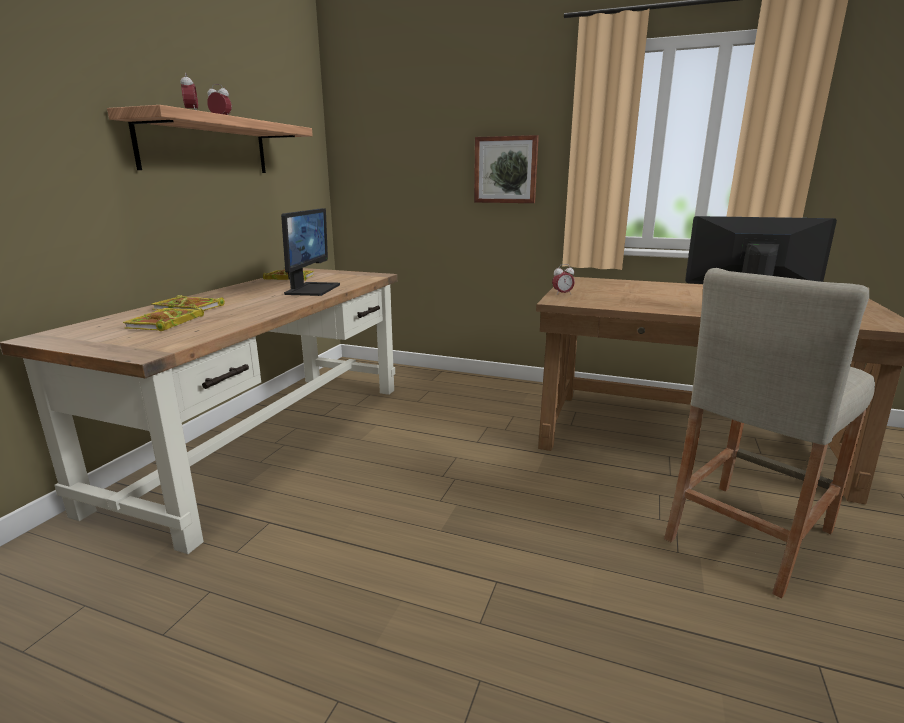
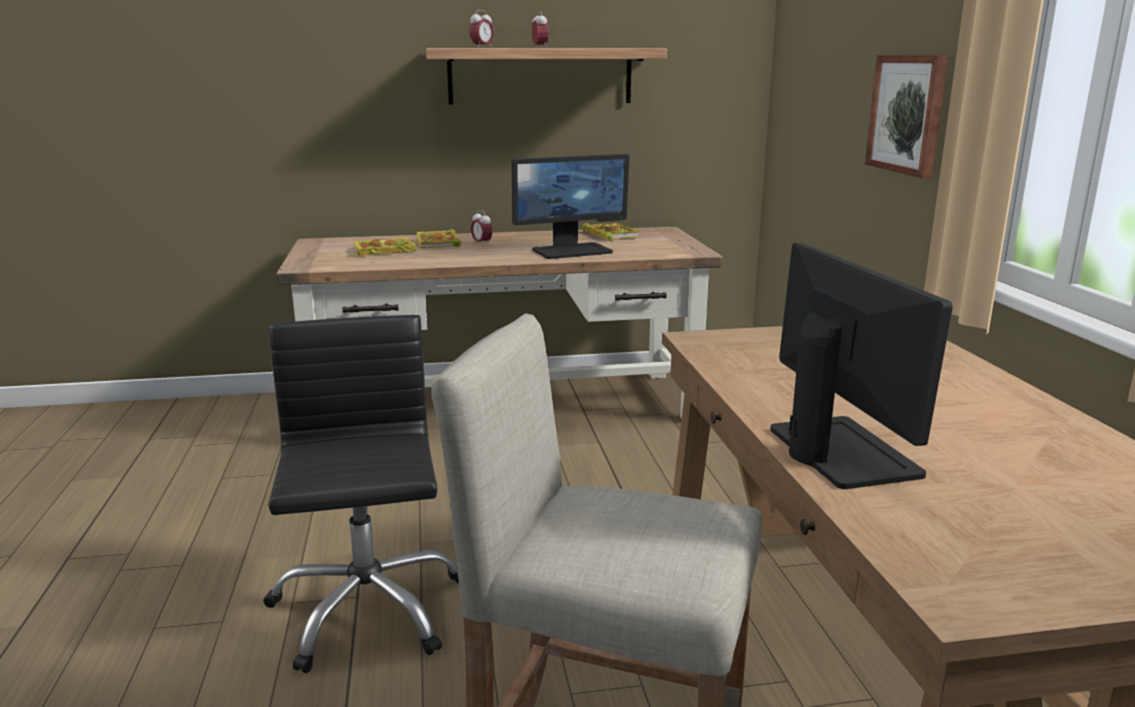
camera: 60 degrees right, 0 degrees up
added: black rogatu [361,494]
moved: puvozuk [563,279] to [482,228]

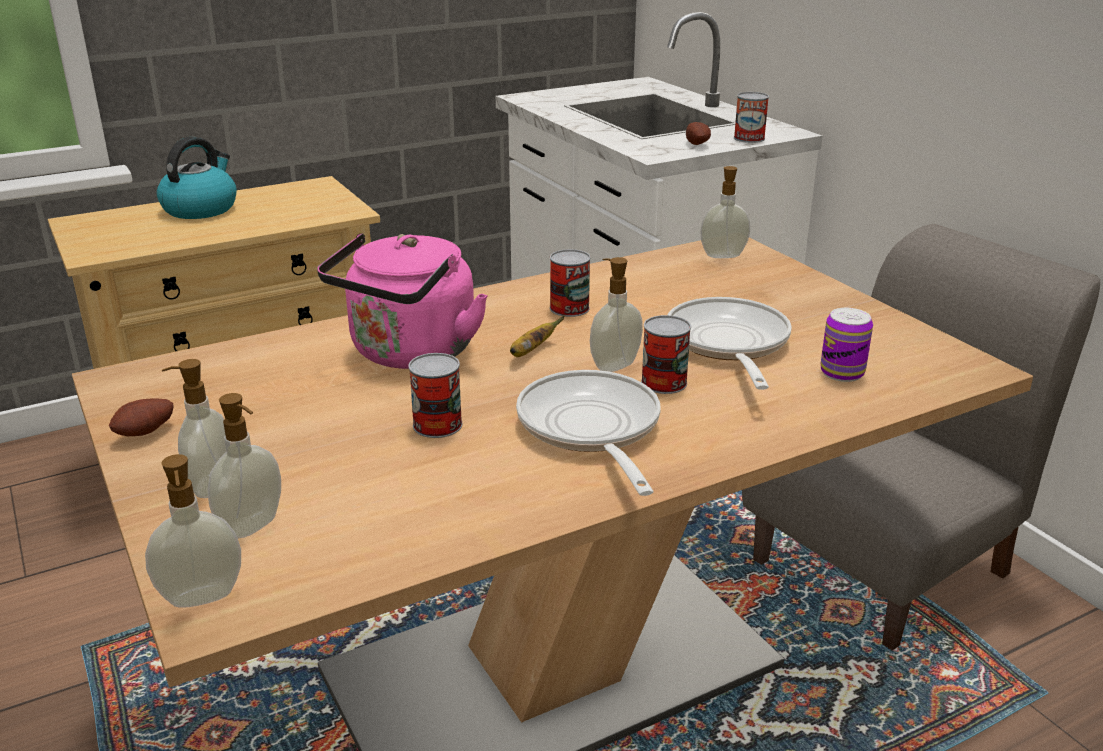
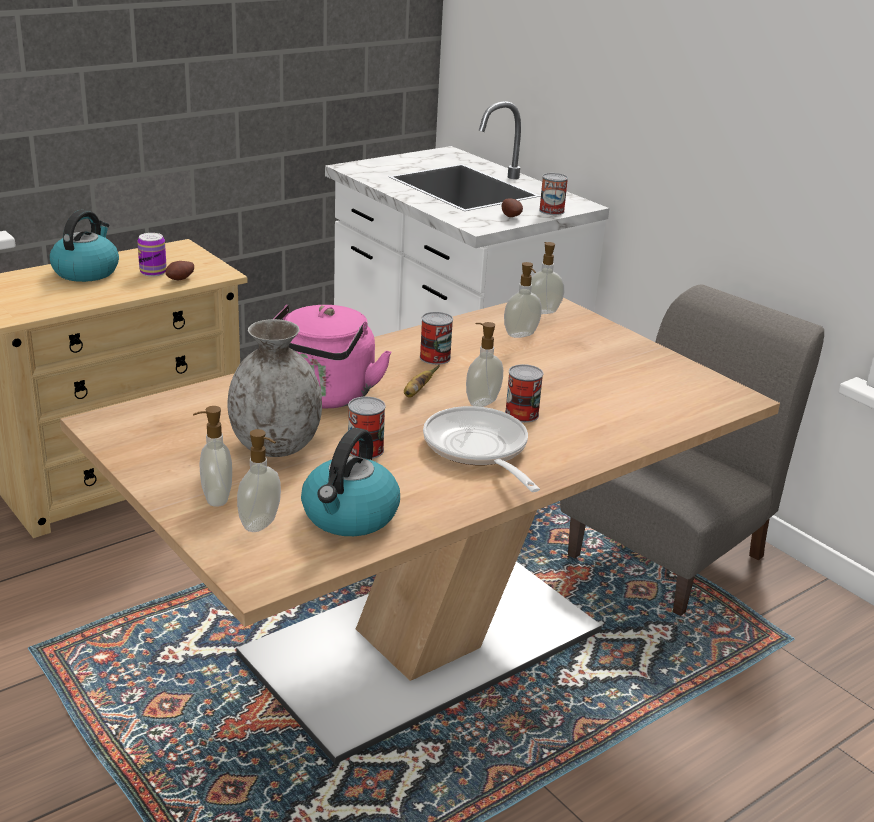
camera: 10 degrees left, 0 degrees up
removed: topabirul [730,343]
added: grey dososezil [274,388]; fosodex [350,482]
moved: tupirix [847,345] to [152,255]; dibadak [141,417] to [179,270]; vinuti [193,531] to [523,300]

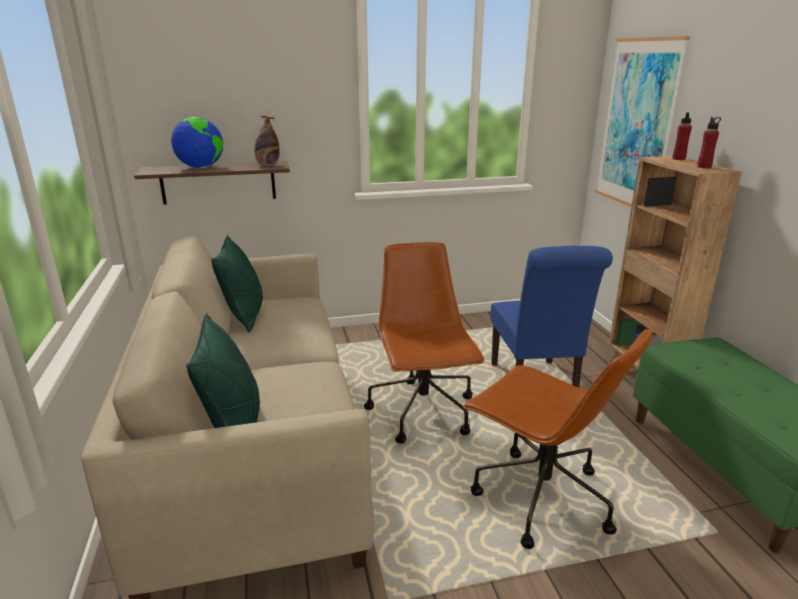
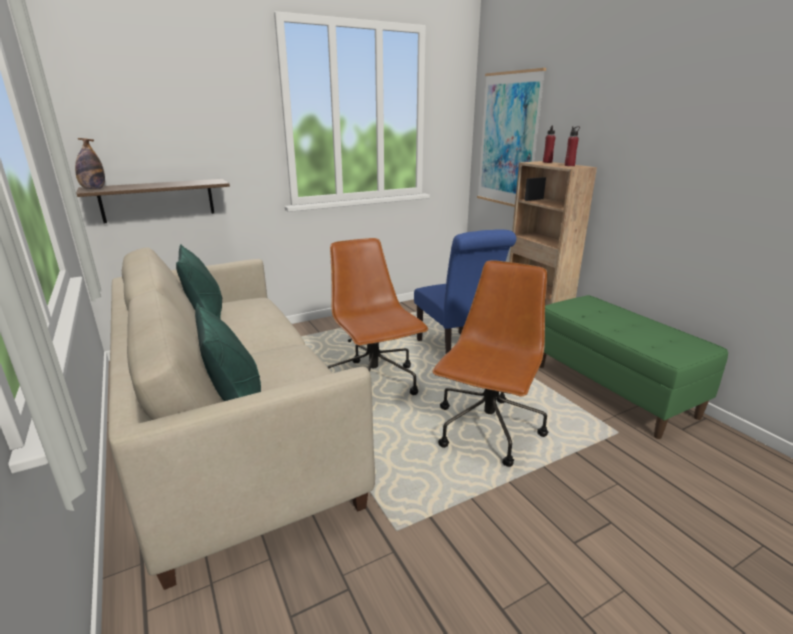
camera: 15 degrees left, 0 degrees up
removed: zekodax [197,142]
moved: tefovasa [267,140] to [90,164]
turned: brown rogatu [557,438] = [490,363] 90 degrees counterclockwise

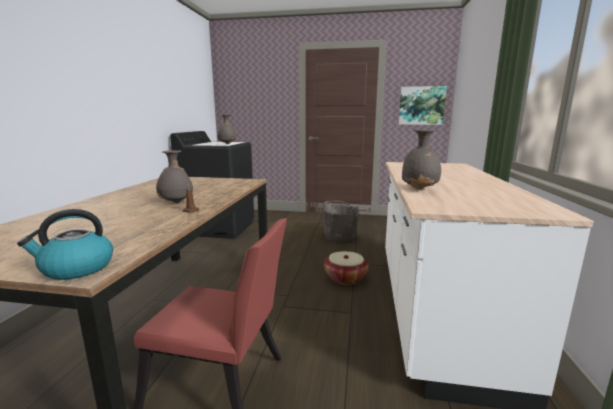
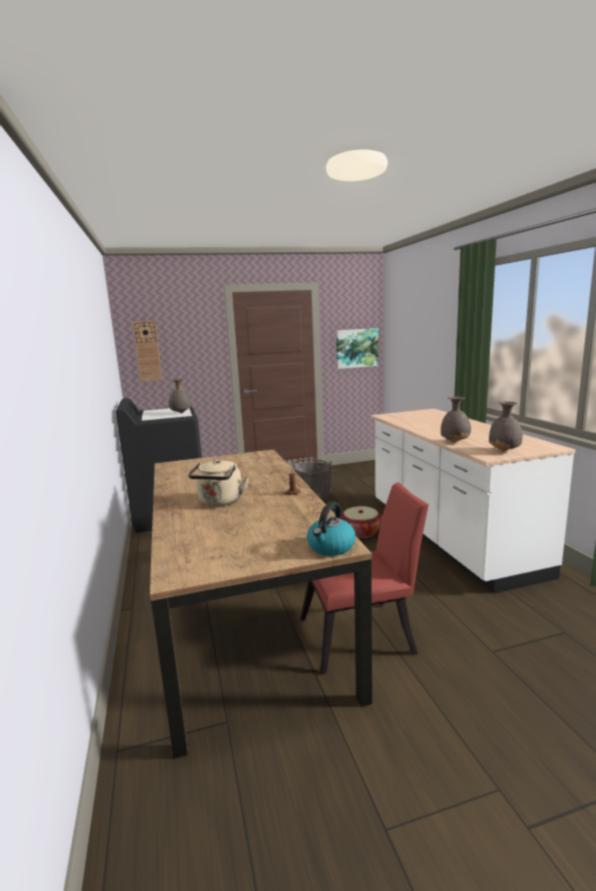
camera: 25 degrees left, 0 degrees up
added: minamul [147,351]; beige fosodex [218,482]
moved: grey dososezil [174,176] to [506,426]

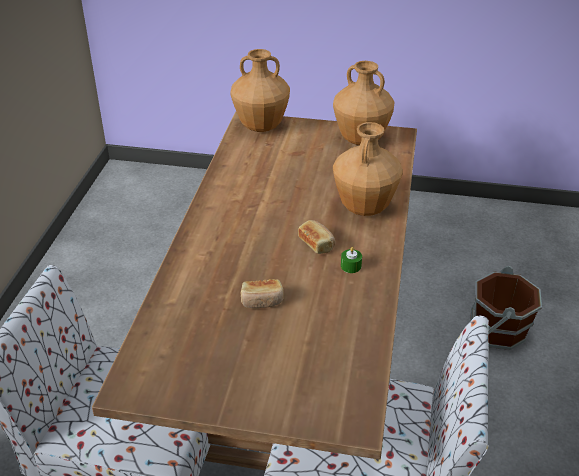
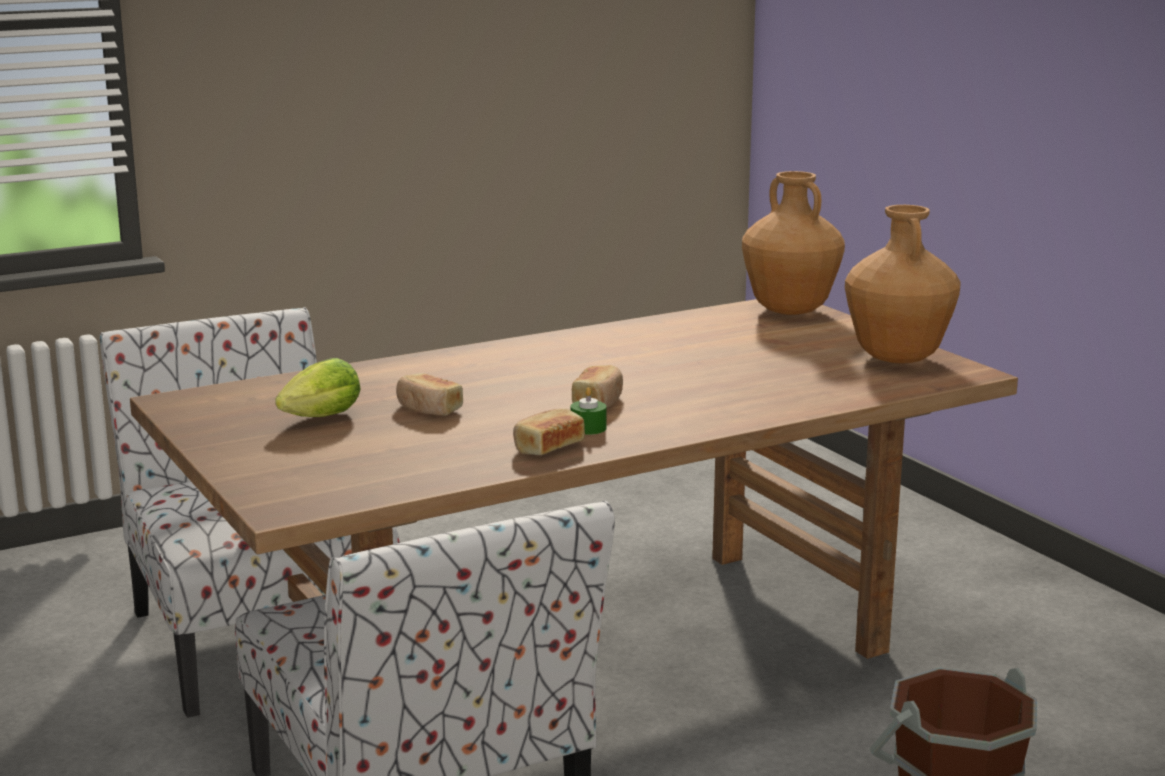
camera: 50 degrees right, 20 degrees down
removed: brown dososezil [368,169]
added: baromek [318,387]; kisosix [549,431]

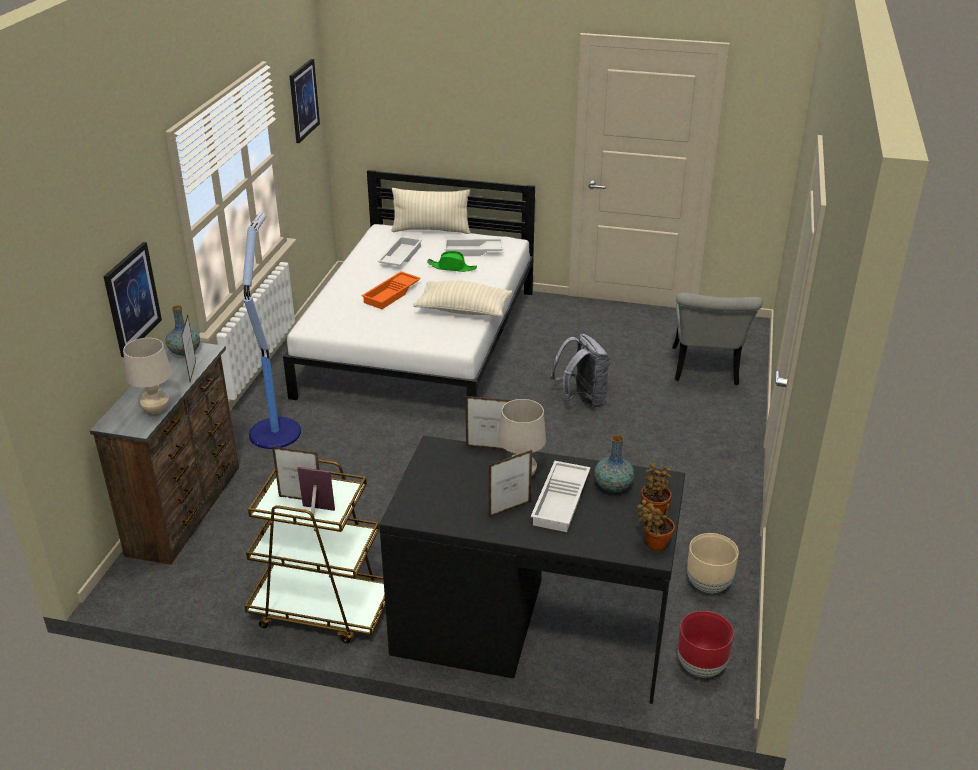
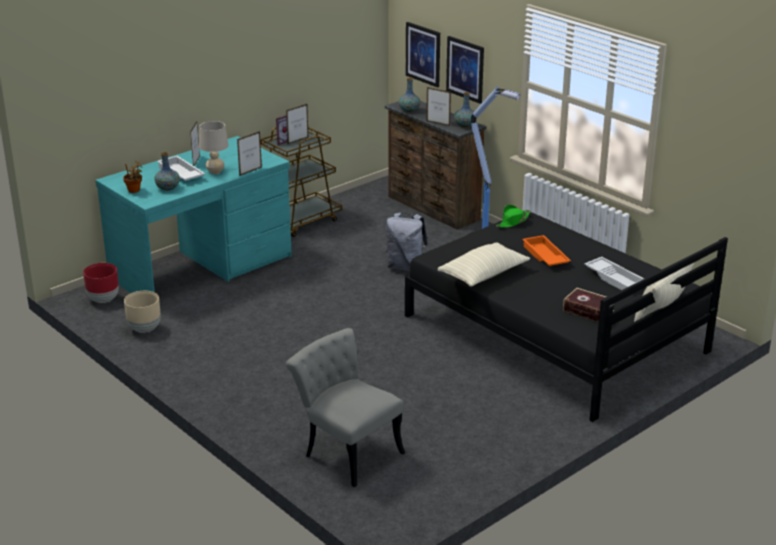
camera: 125 degrees right, 5 degrees down
removed: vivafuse [655,525]
moved: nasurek [305,101] to [423,54]; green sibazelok [452,261] to [513,216]; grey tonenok [580,371] to [407,242]
replaced: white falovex [473,247] to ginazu [588,305]; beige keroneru [147,376] to dososezil [409,95]
recoloured: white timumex [409,285] to black timumex [566,317]; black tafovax [532,569] to turquoise tafovax [193,214]

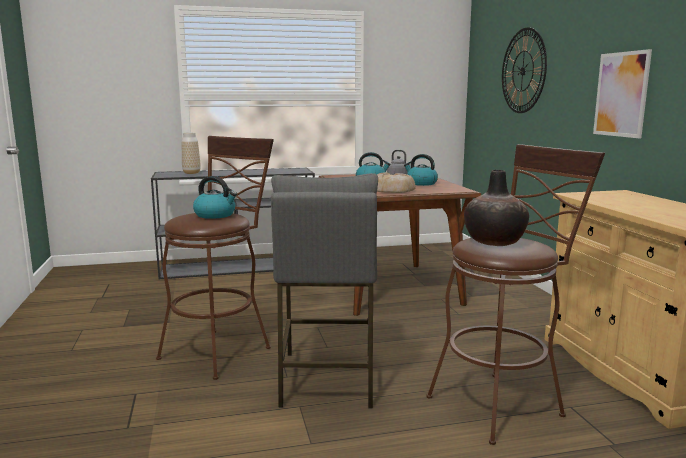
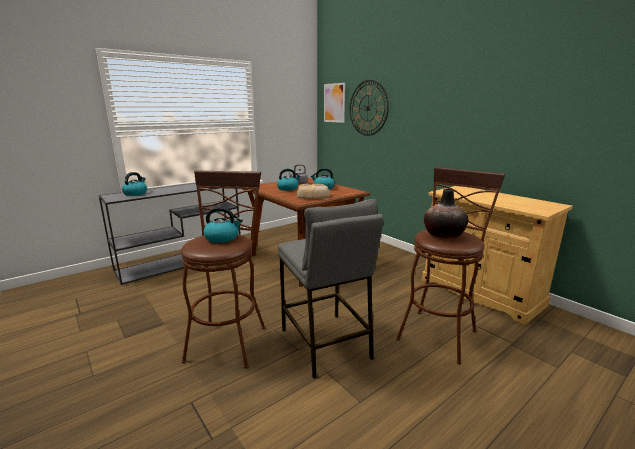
camera: 25 degrees left, 5 degrees up
moved: nasurek [622,93] to [334,103]
replaced: dososezil [191,153] to fosodex [134,184]

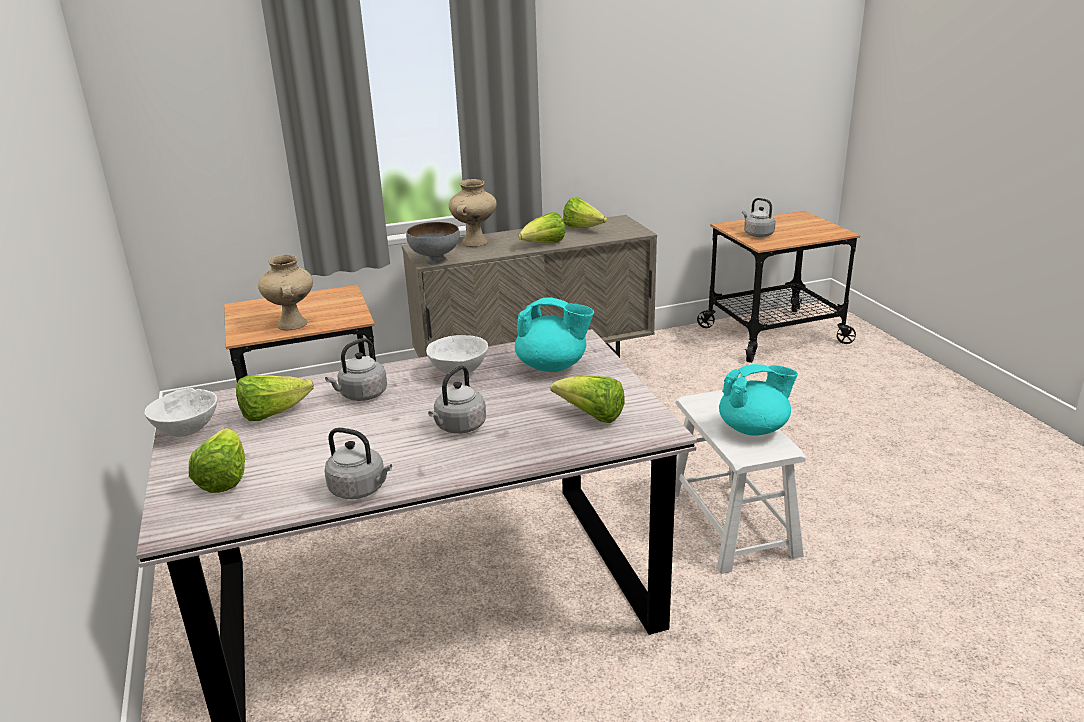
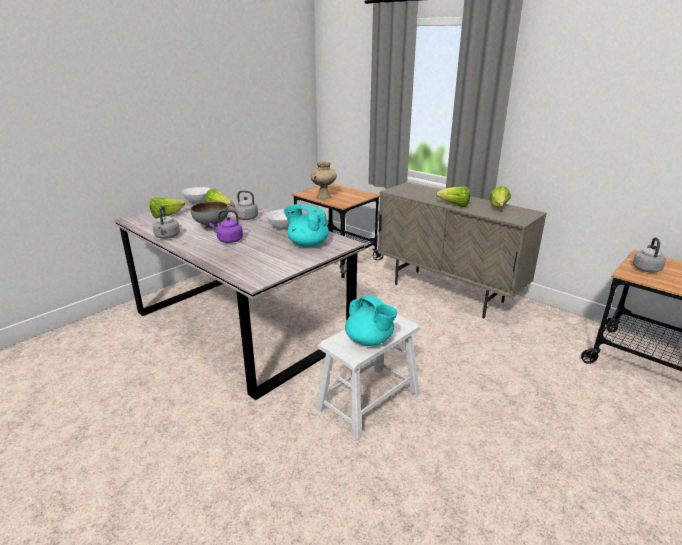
camera: 60 degrees right, 0 degrees up
removed: beige dososezil [473,213]; baromek [587,399]
moved: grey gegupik [433,243] to [210,216]
recoloured: grey fosodex [457,399] to purple fosodex [226,226]
turned: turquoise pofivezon [554,335] = [306,225] 135 degrees clockwise

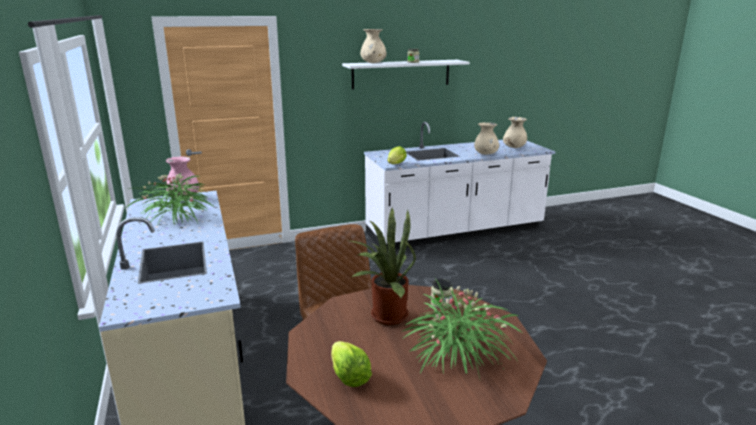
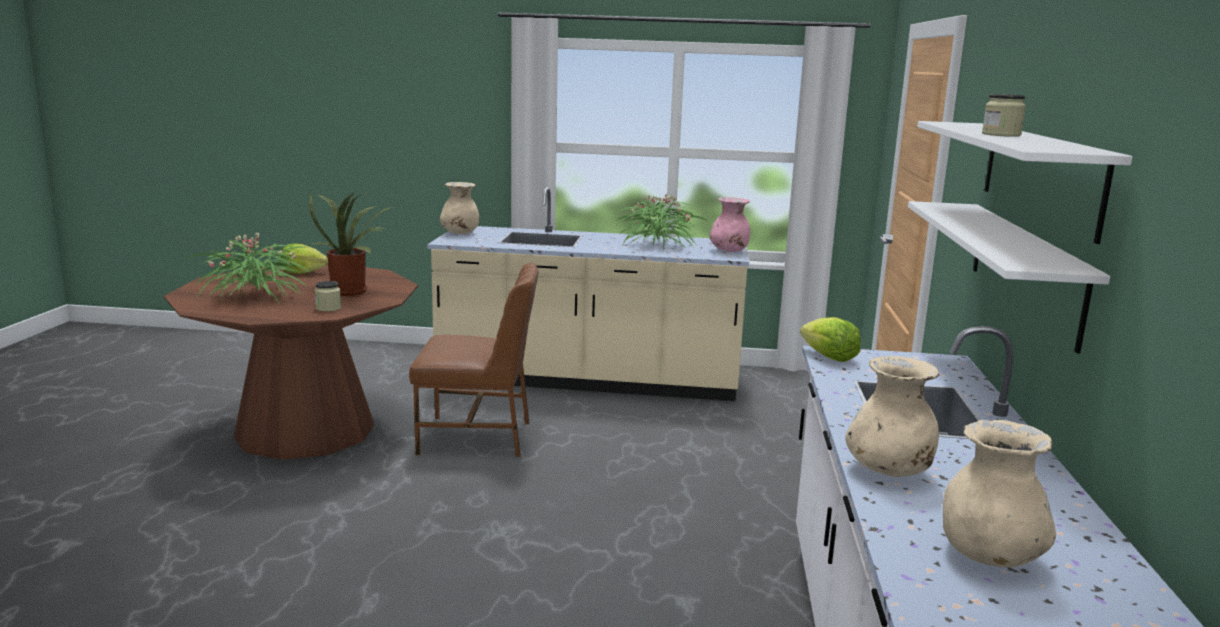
camera: 115 degrees right, 5 degrees down
added: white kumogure [1009,277]
moved: beige dososezil [373,46] to [459,208]

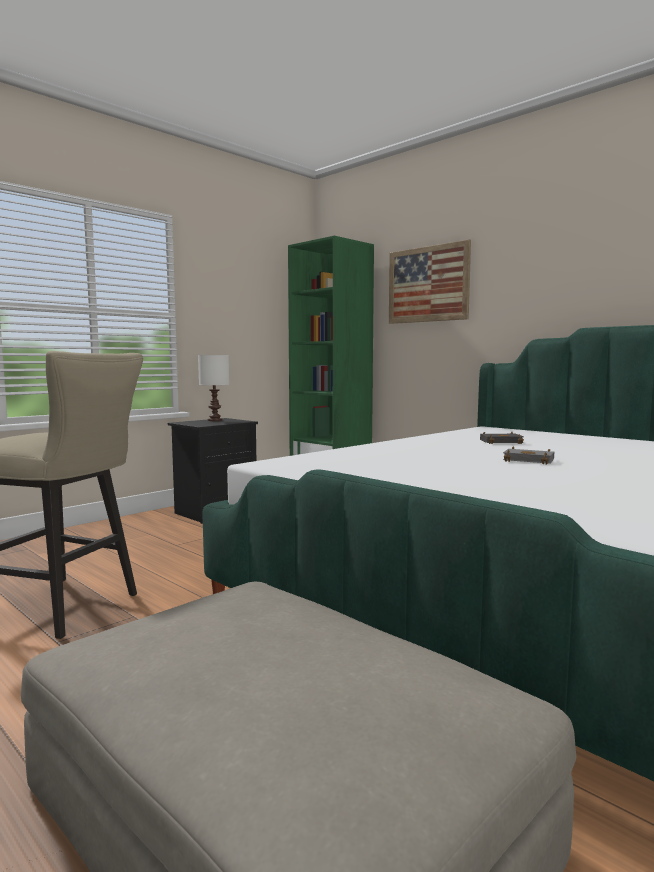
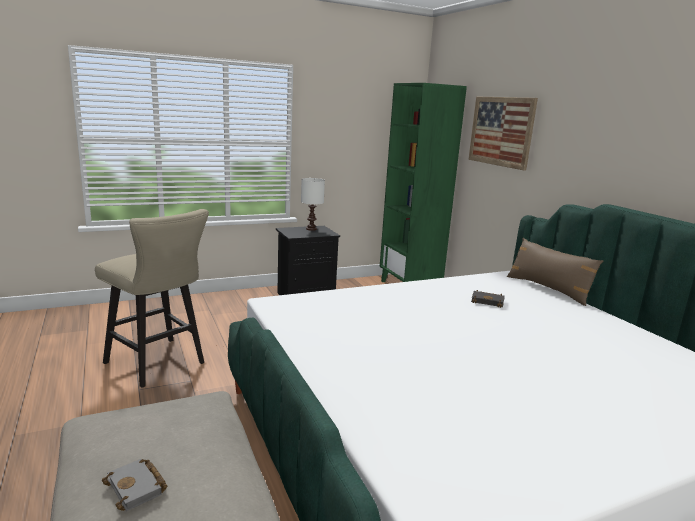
camera: 20 degrees right, 10 degrees up
added: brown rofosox [555,272]
moved: grey ginazu [528,456] to [134,485]

